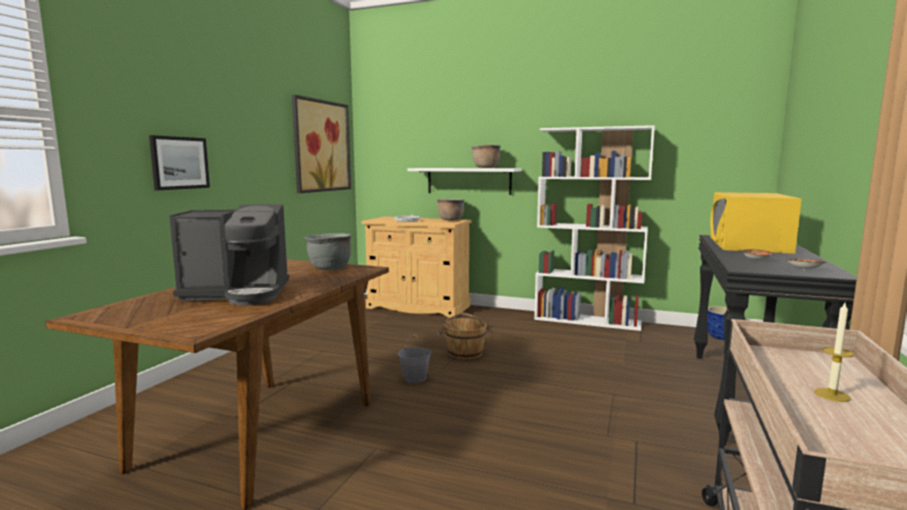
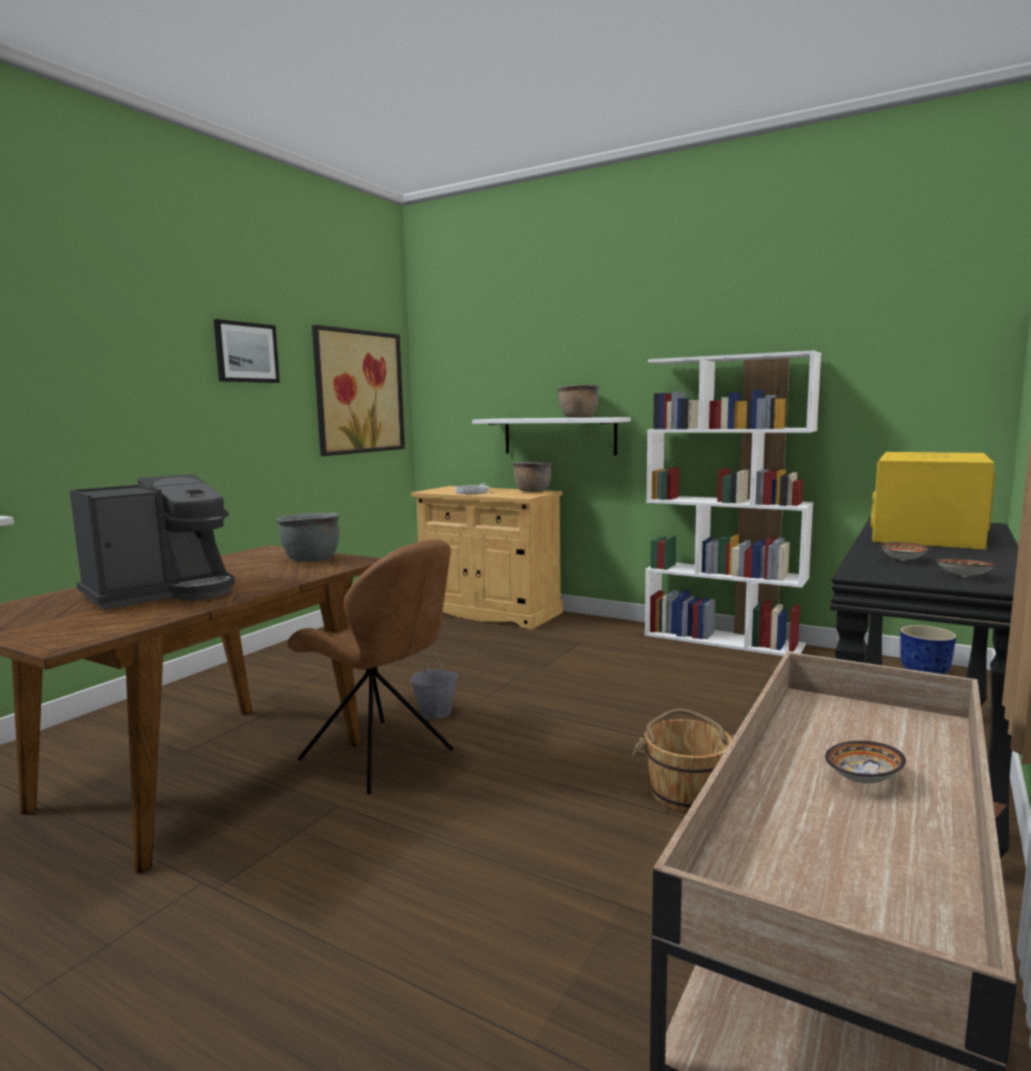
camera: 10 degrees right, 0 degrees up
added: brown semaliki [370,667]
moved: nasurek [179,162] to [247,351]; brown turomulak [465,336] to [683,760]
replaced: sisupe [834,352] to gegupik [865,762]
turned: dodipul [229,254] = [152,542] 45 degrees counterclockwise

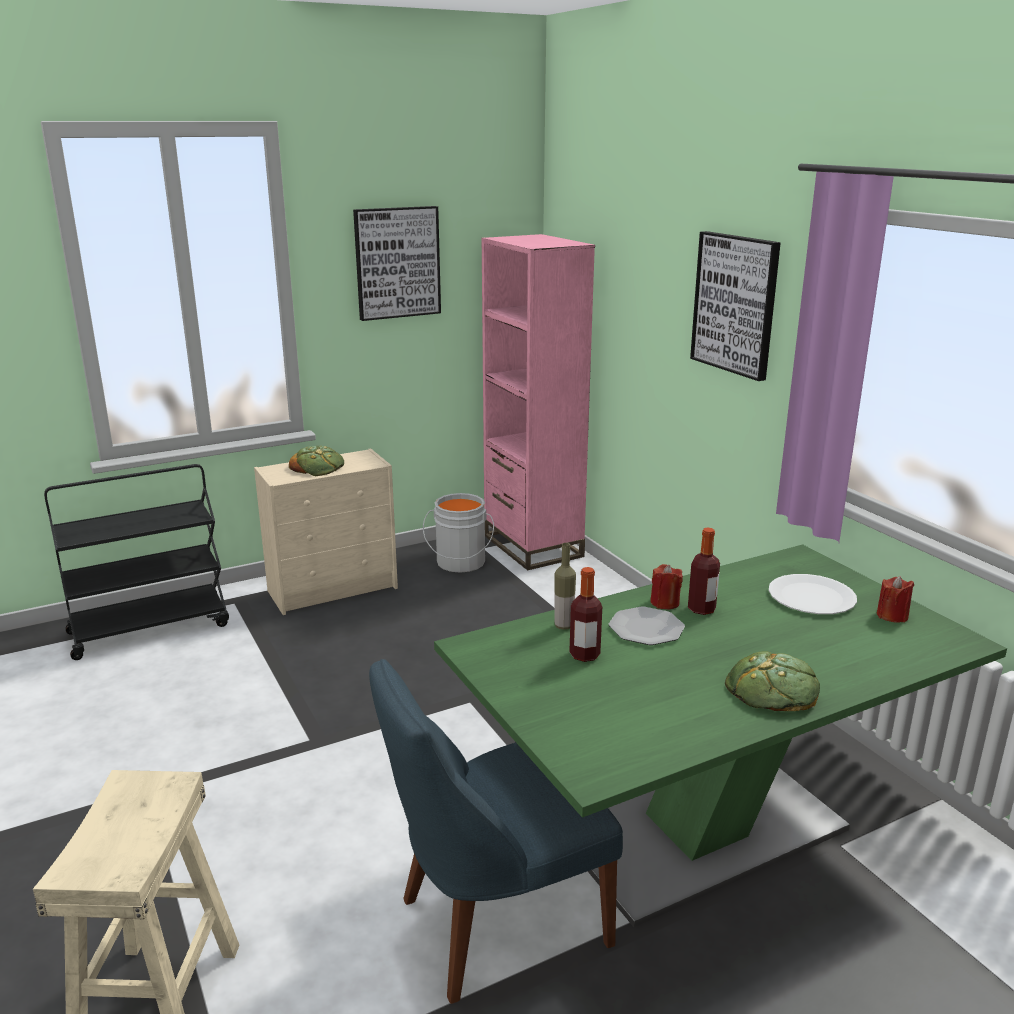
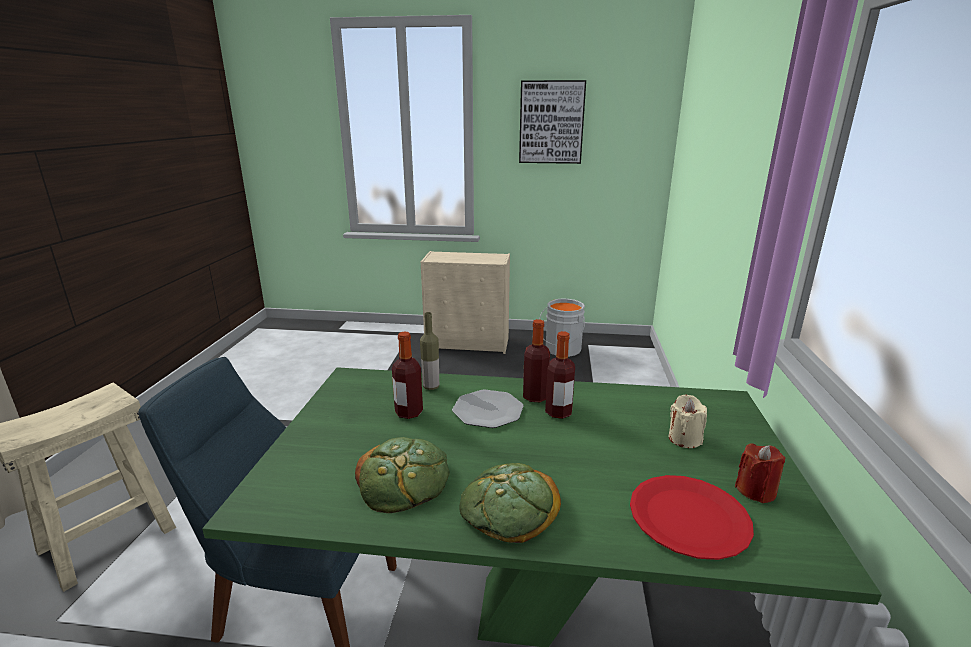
camera: 35 degrees right, 0 degrees up
removed: nasurek [735,306]; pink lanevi [538,402]; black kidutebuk [136,562]
added: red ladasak [692,517]
moved: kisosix [316,461] to [402,475]
replaced: red sisupe [666,586] to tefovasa [536,360]; white ladasak [813,594] to beige sisupe [687,421]

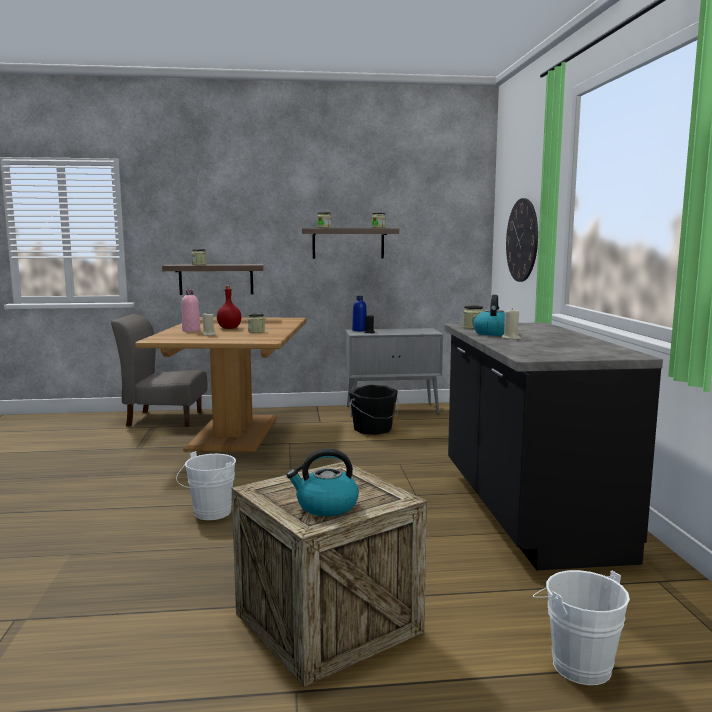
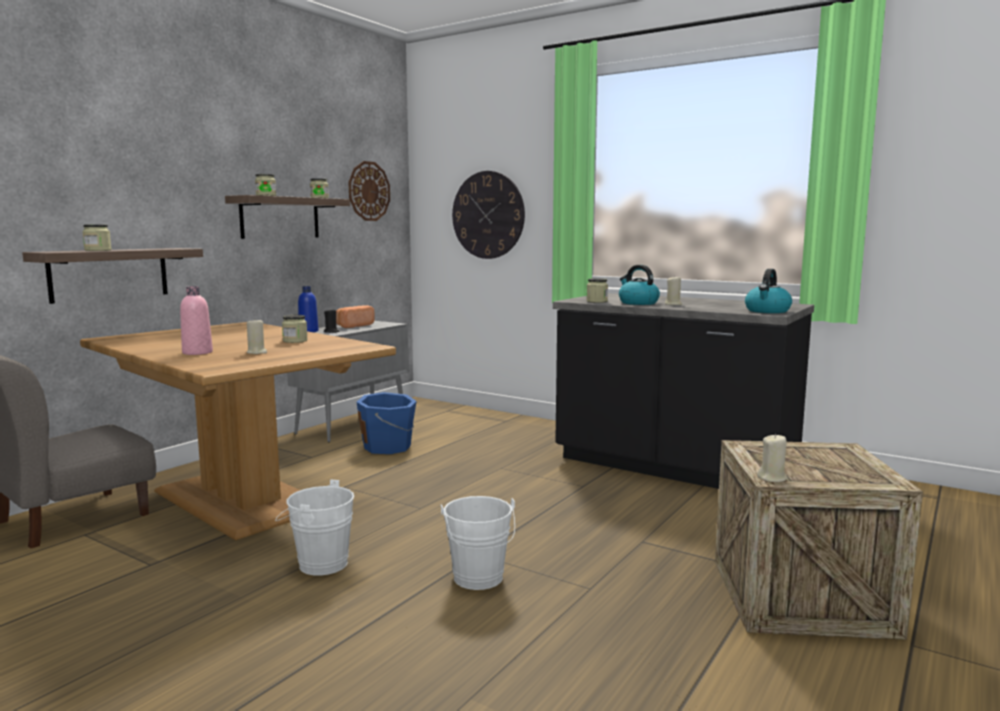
camera: 50 degrees left, 0 degrees up
removed: red tefovasa [229,307]
added: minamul [369,191]; kisosix [355,316]; beige sisupe [772,458]
moved: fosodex [323,482] to [768,291]; white turomulak [581,627] to [314,528]
recoloured: black turomulak [374,410] to blue turomulak [386,423]

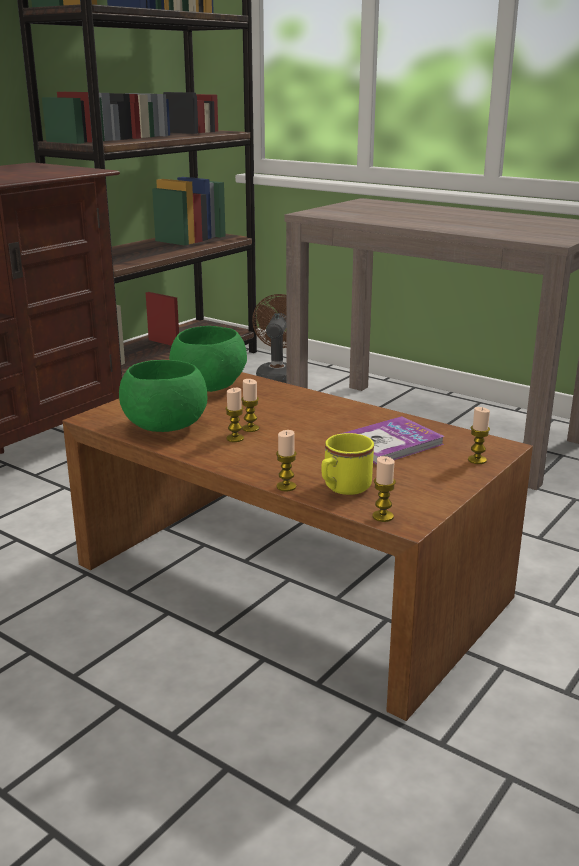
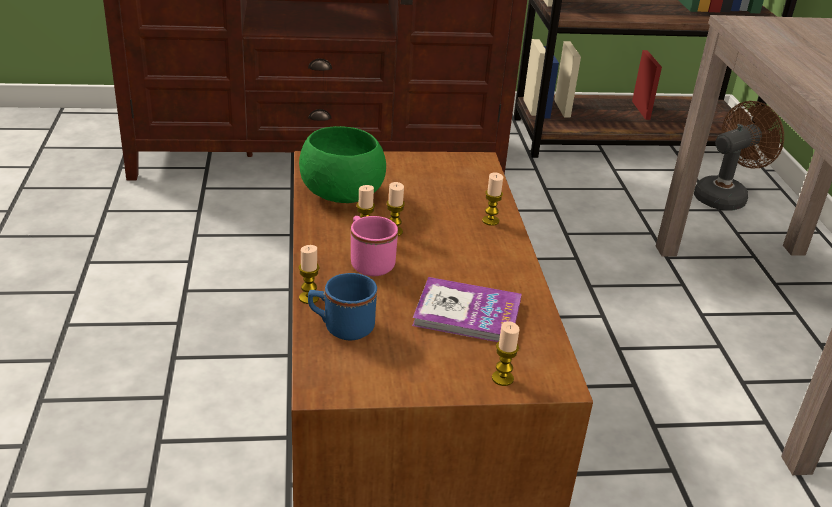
camera: 45 degrees right, 10 degrees up
removed: green gegupik [208,359]
added: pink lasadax [374,246]
moved: sisupe [384,489] to [492,199]
recoloured: yellow lasadax [348,464] to blue lasadax [342,306]

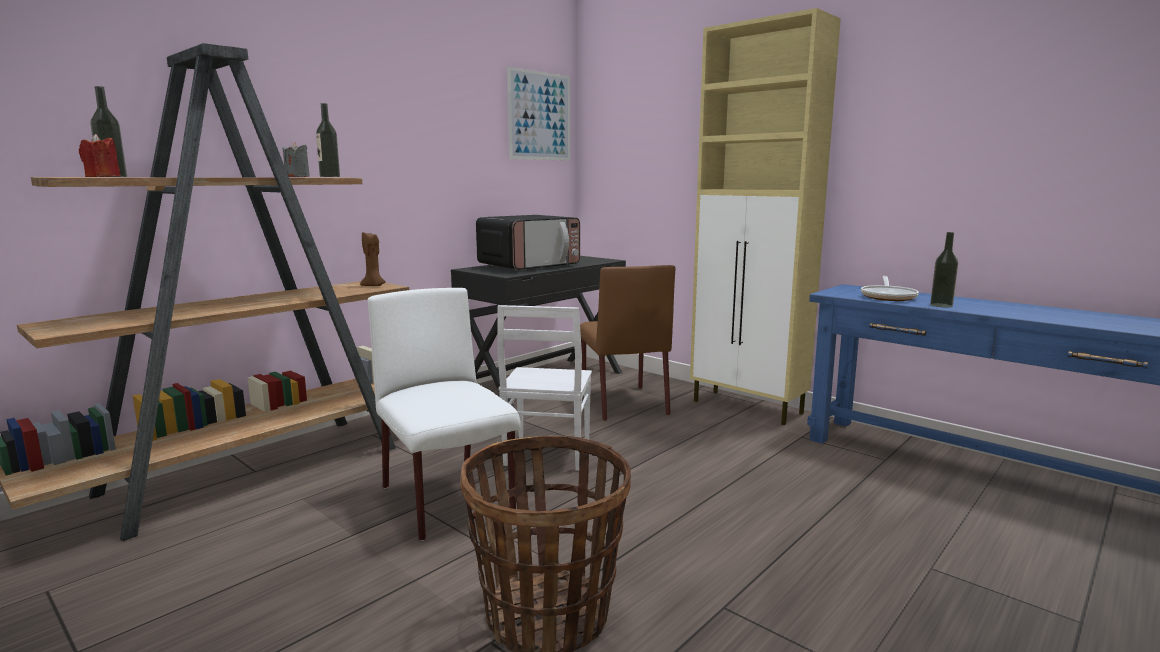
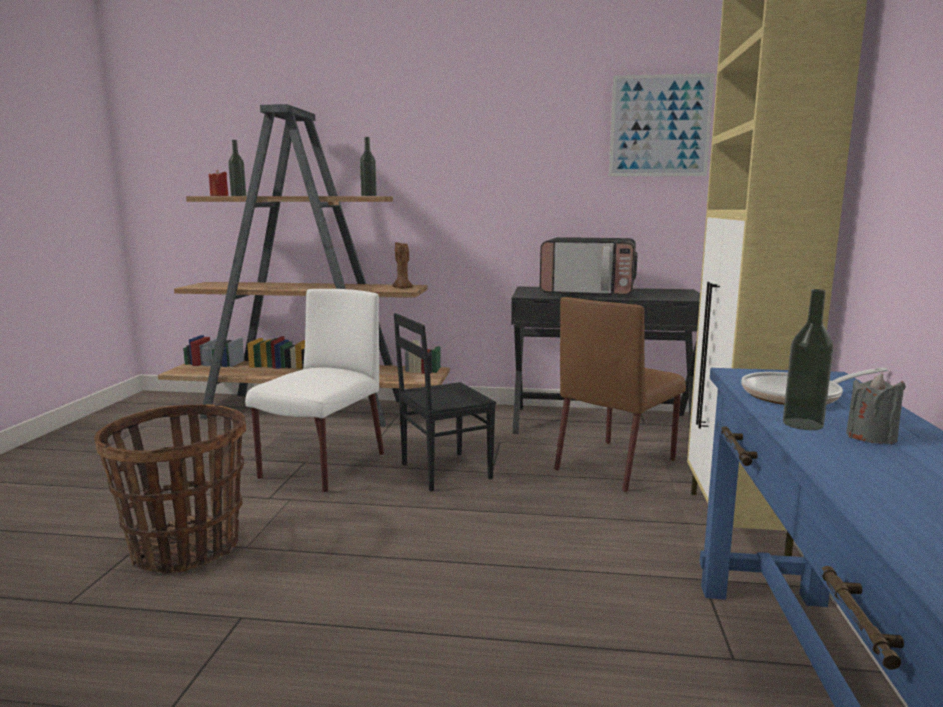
camera: 55 degrees right, 0 degrees up
moved: grey sisupe [296,159] to [876,408]
recoloured: white semaliki [544,388] to black semaliki [445,402]

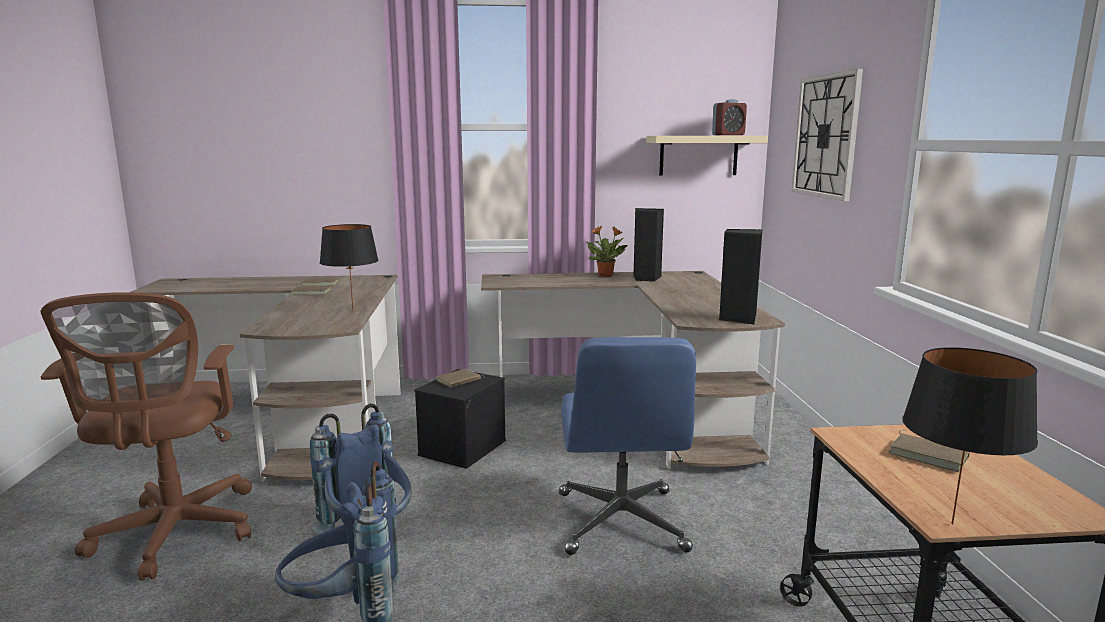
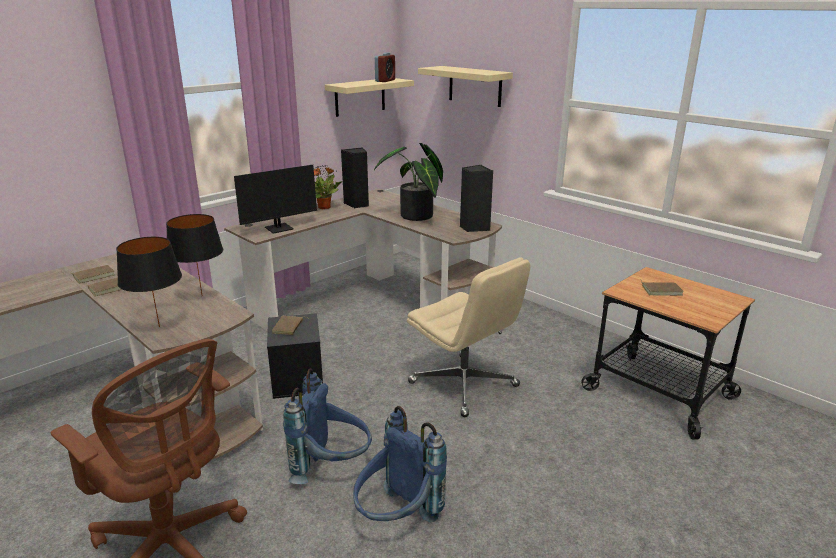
camera: 40 degrees left, 10 degrees up
added: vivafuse [408,182]; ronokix [286,199]
moved: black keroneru [970,435] to [149,282]
replaced: minamul [827,135] to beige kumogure [465,86]
recoloured: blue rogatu [627,446] to beige rogatu [468,337]

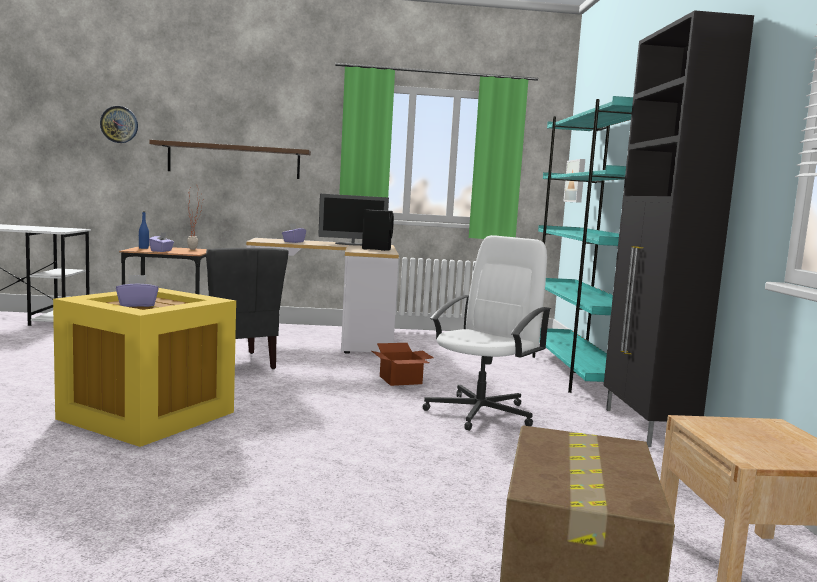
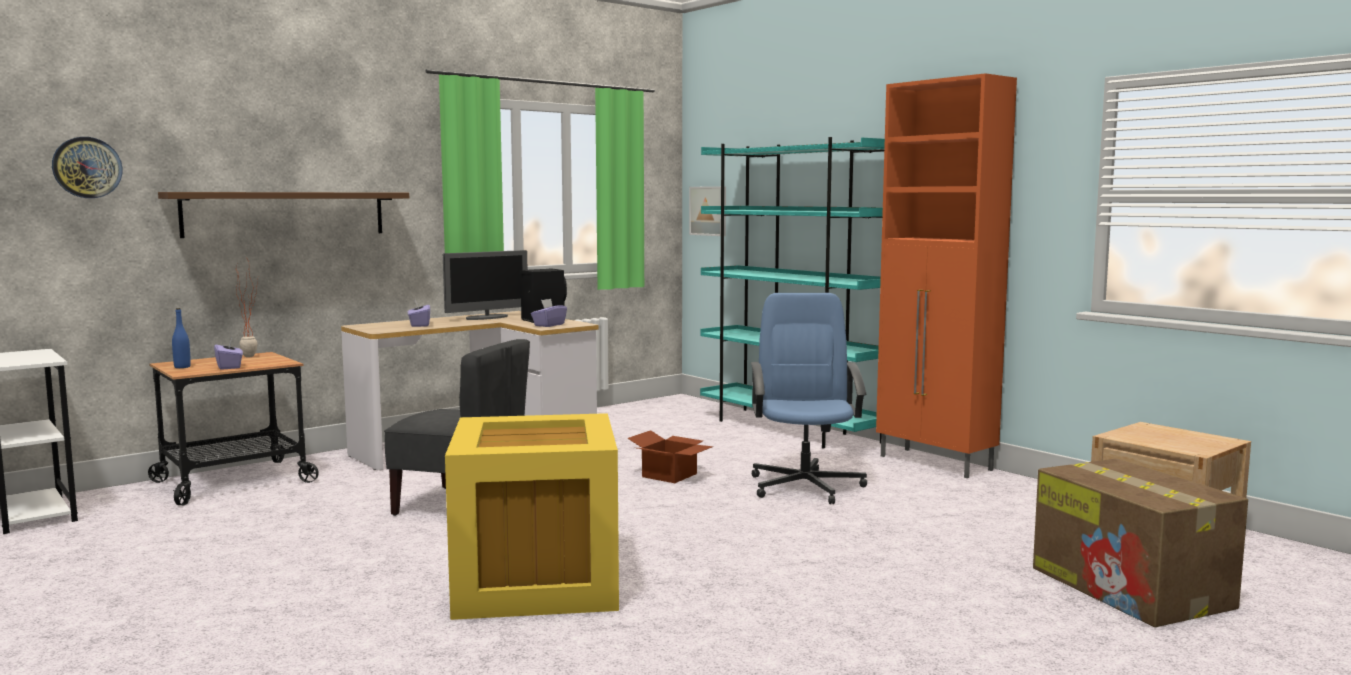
camera: 35 degrees left, 0 degrees up
moved: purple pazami [137,291] to [549,313]
recoloured: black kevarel [679,228] to orange kevarel [946,275]; white rogatu [487,333] to blue rogatu [809,398]

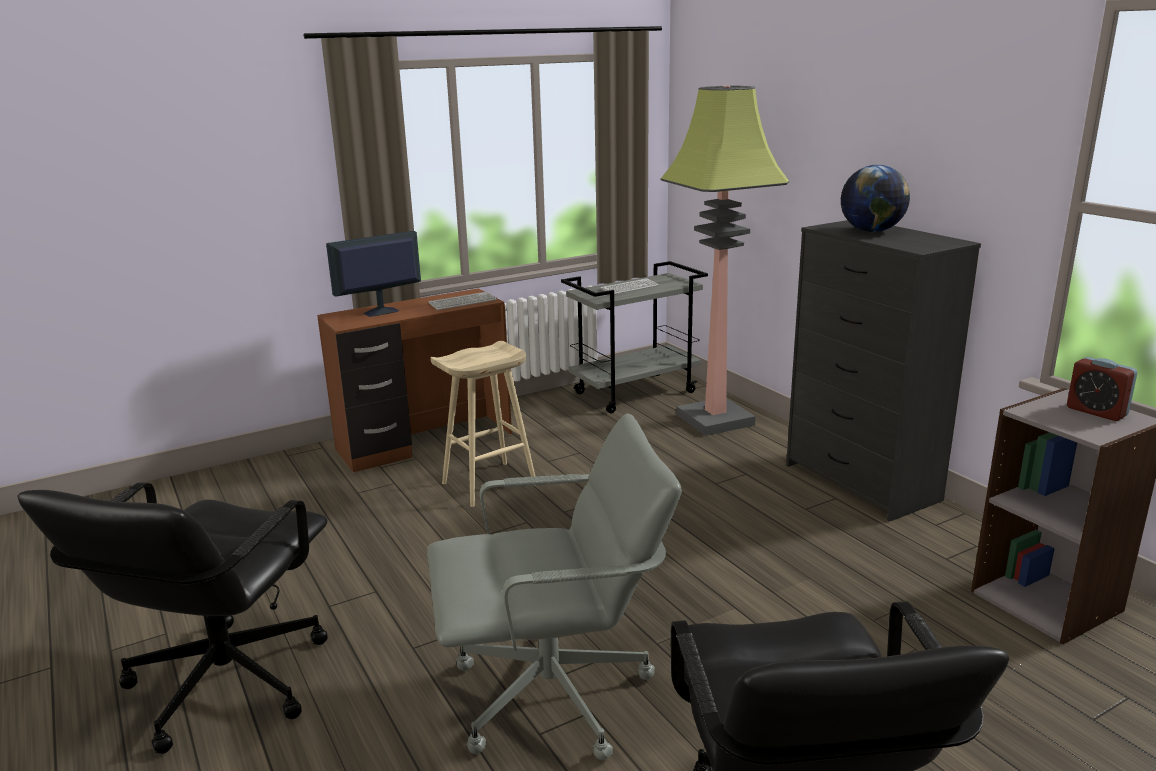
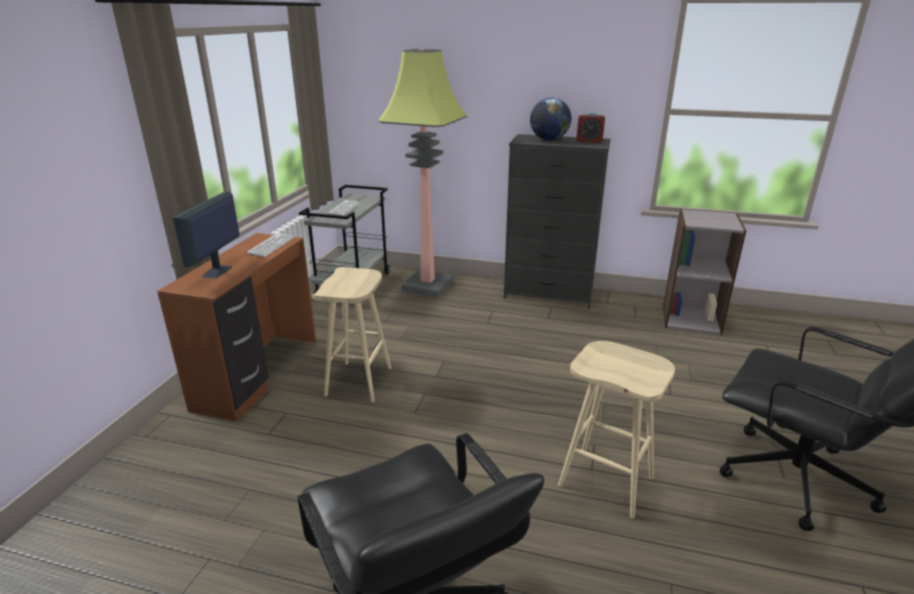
camera: 45 degrees left, 5 degrees up
moved: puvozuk [1102,389] to [590,127]
replaced: grey rogatu [554,586] to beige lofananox [616,429]

